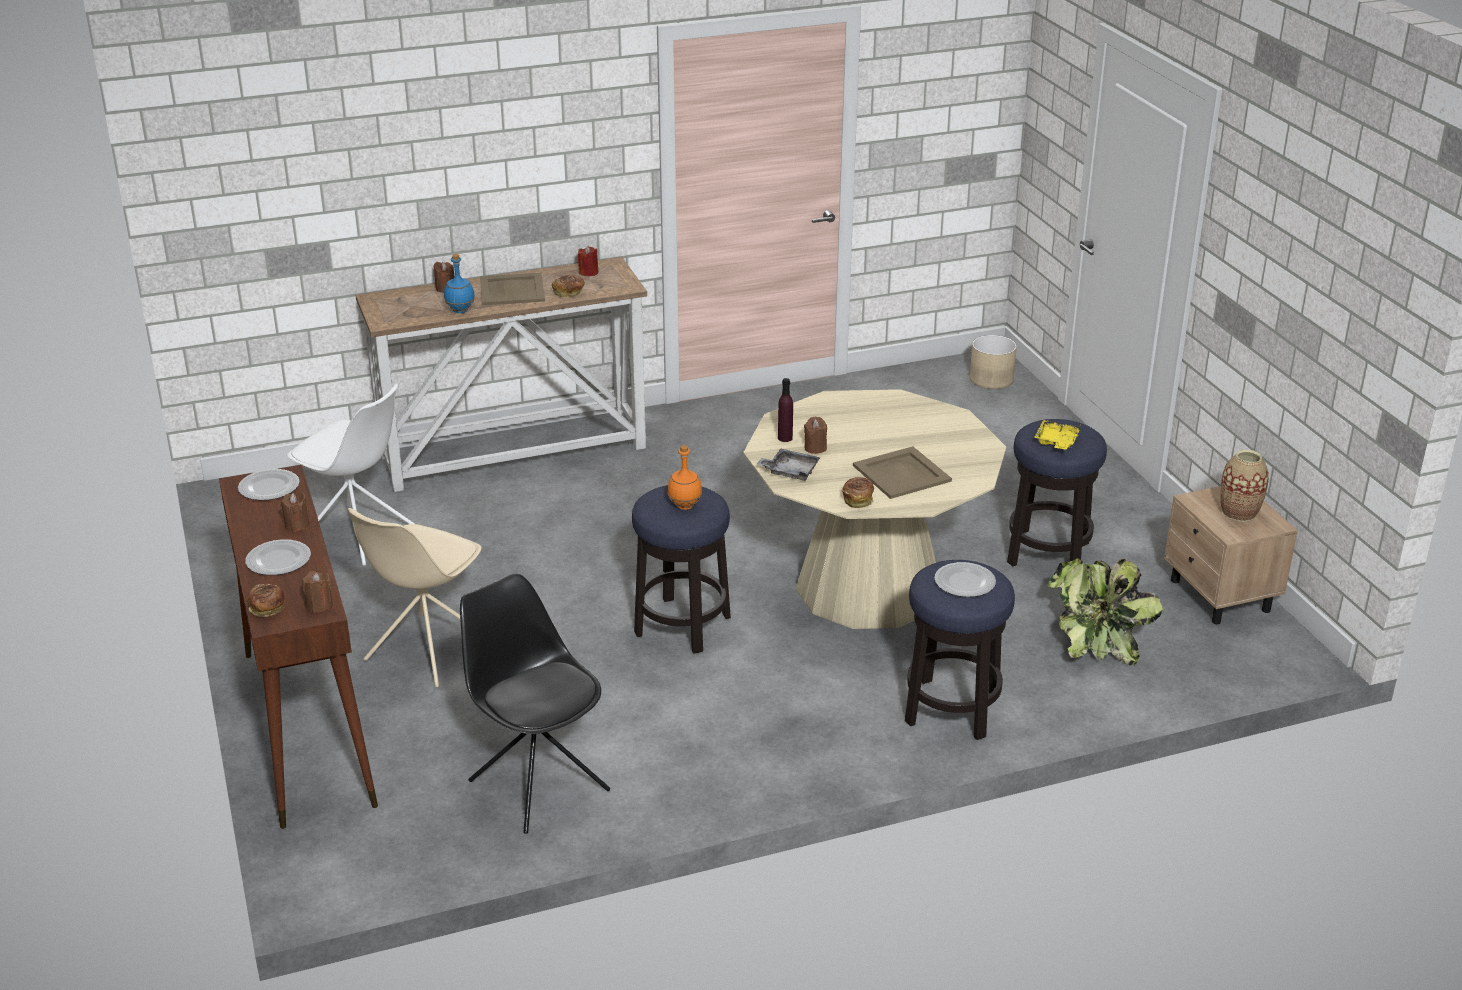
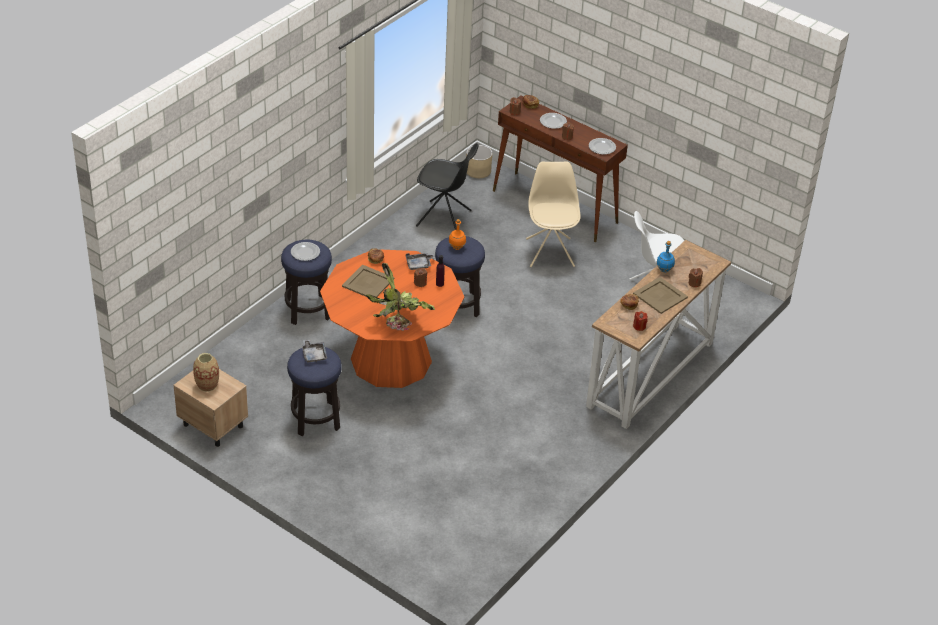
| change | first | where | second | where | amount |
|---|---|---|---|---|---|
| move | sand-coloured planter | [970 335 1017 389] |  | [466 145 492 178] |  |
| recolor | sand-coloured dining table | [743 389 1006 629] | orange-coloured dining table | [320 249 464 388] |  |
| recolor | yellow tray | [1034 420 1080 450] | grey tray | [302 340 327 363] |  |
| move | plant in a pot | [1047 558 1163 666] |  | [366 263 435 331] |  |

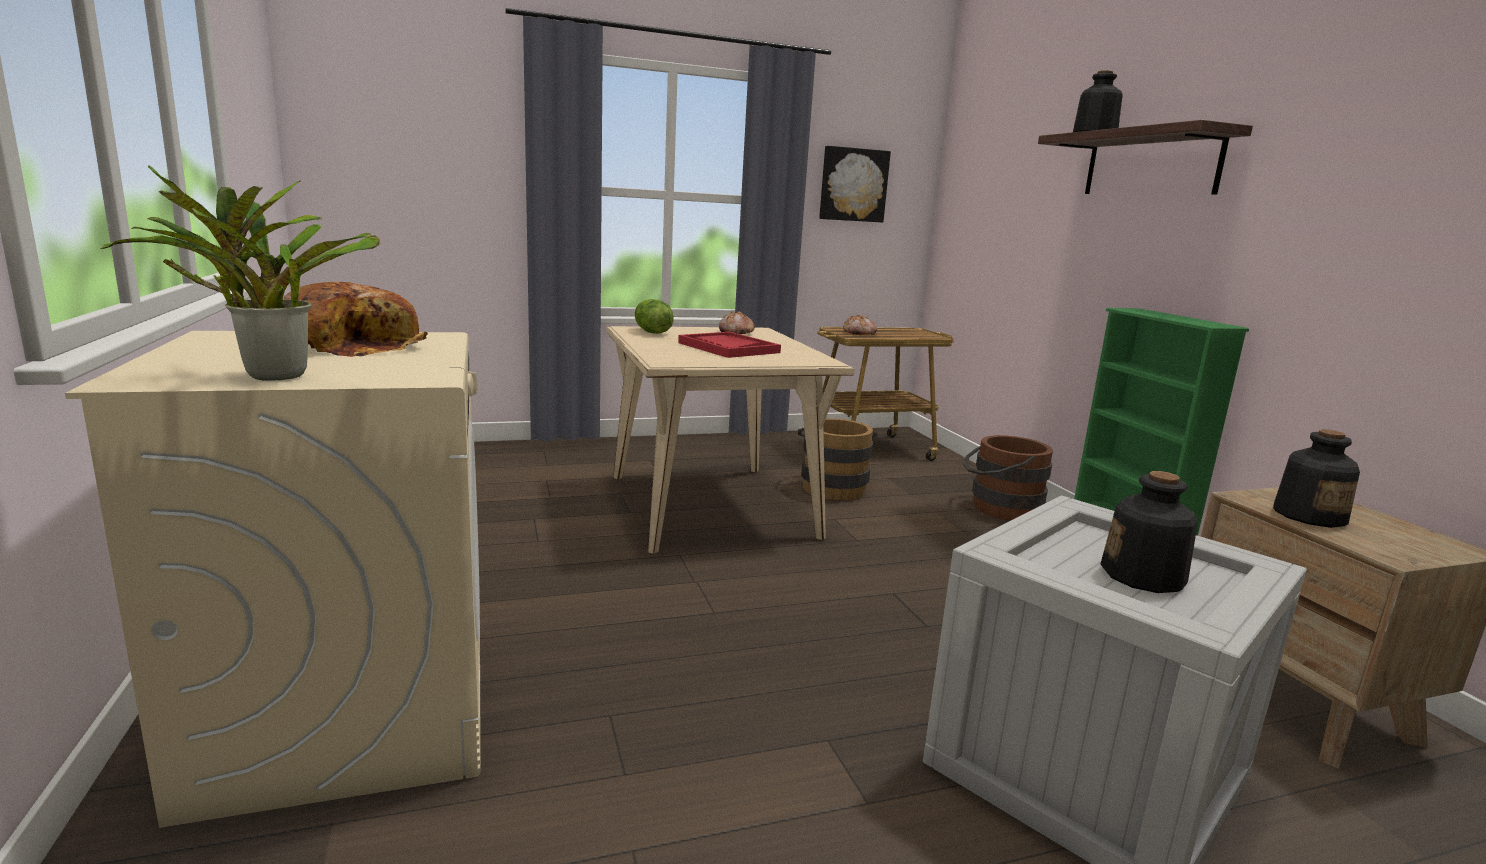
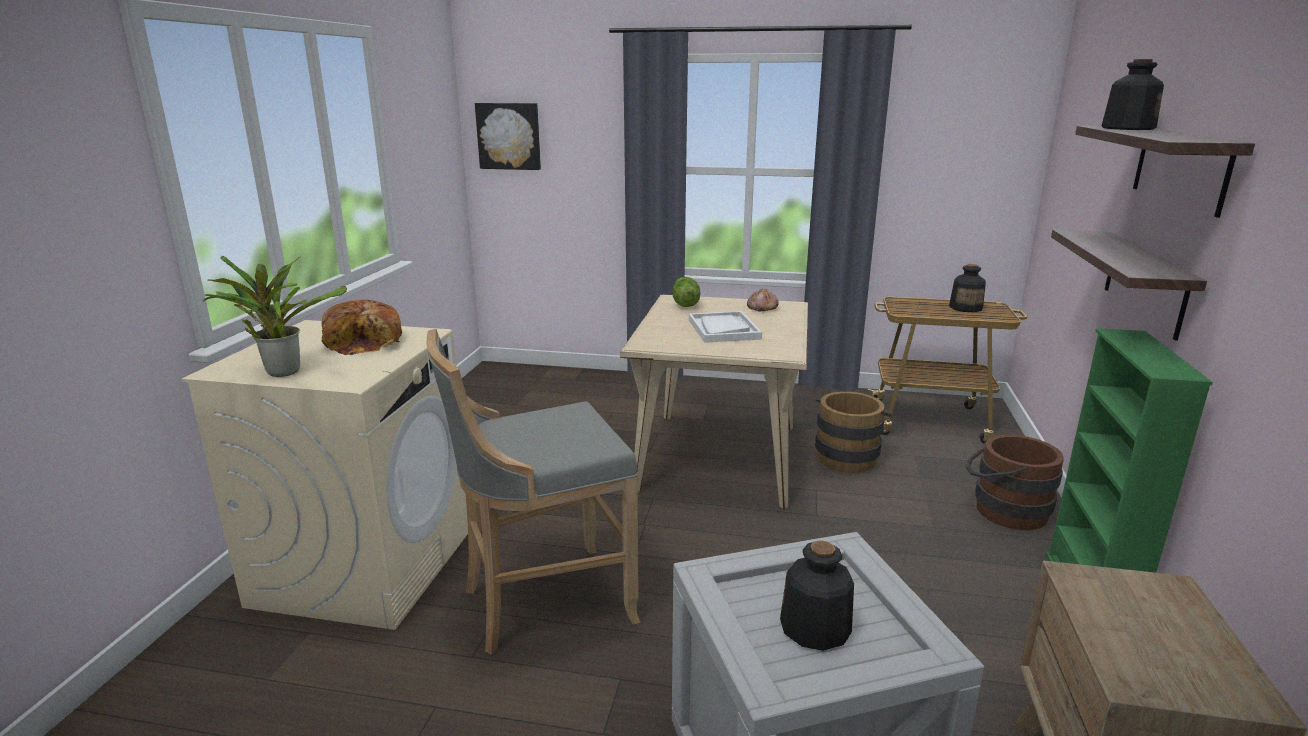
| change | first | where | second | where | amount |
|---|---|---|---|---|---|
| move | picture | [819 146 891 223] |  | [475 103 541 170] |  |
| delete | bread | [843 315 877 335] |  |  |  |
| recolor | reddish tray | [678 332 781 358] | white tray | [689 311 762 343] |  |
| move | beverage bottle | [1273 429 1360 528] |  | [949 264 986 312] |  |
| insert |  |  | shelf | [1051 230 1207 341] |  |
| insert |  |  | grey sitting stool | [427 329 640 655] |  |

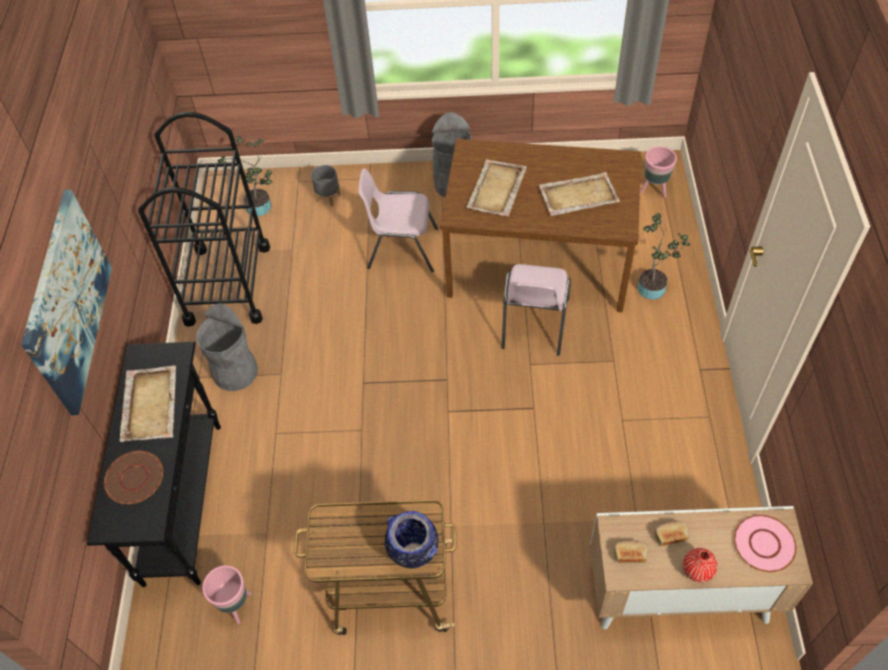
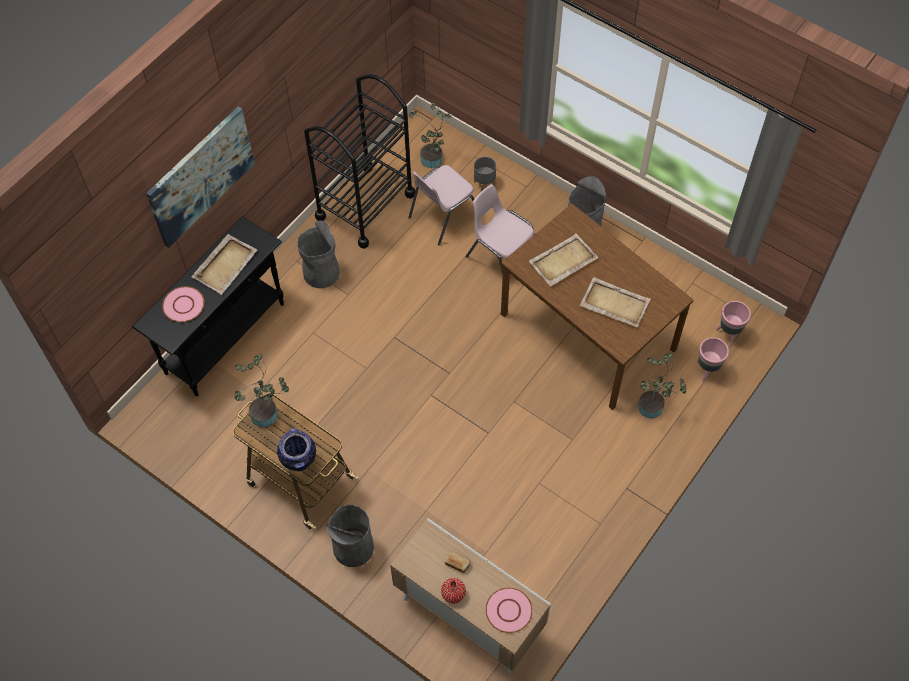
| change | first | where | second | where | amount |
|---|---|---|---|---|---|
| move | pink chair | [502 264 571 356] |  | [408 165 474 245] |  |
| recolor | brown-coloured dinner plate | [104 451 163 504] | pink dinner plate | [162 286 204 322] |  |
| delete | bread | [614 541 648 563] |  |  |  |
| move | pink planter | [202 565 252 624] |  | [697 337 729 382] |  |
| insert |  |  | plant in a pot | [234 354 289 427] |  |
| insert |  |  | grey rubbish bin | [326 505 374 567] |  |

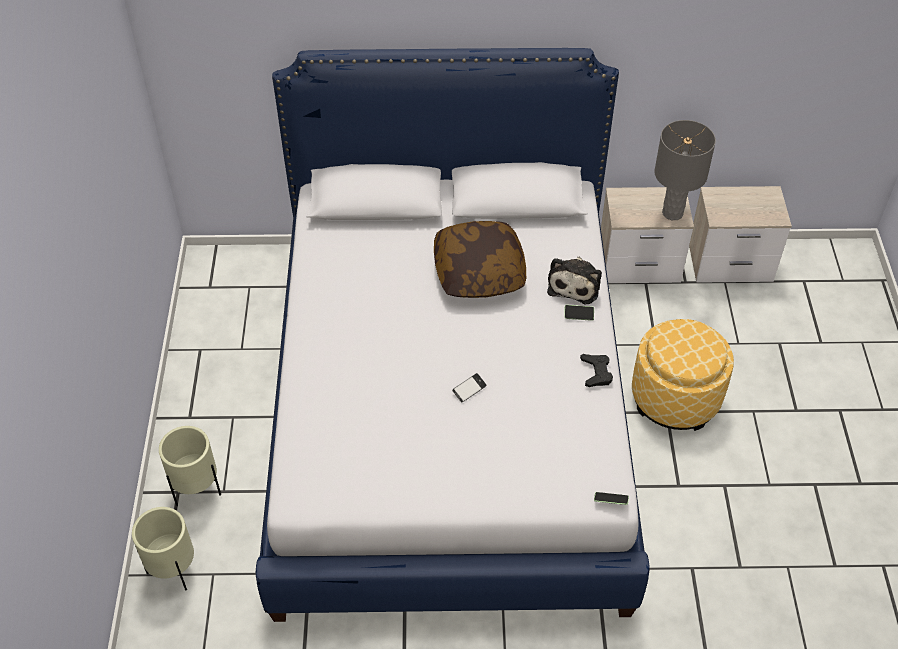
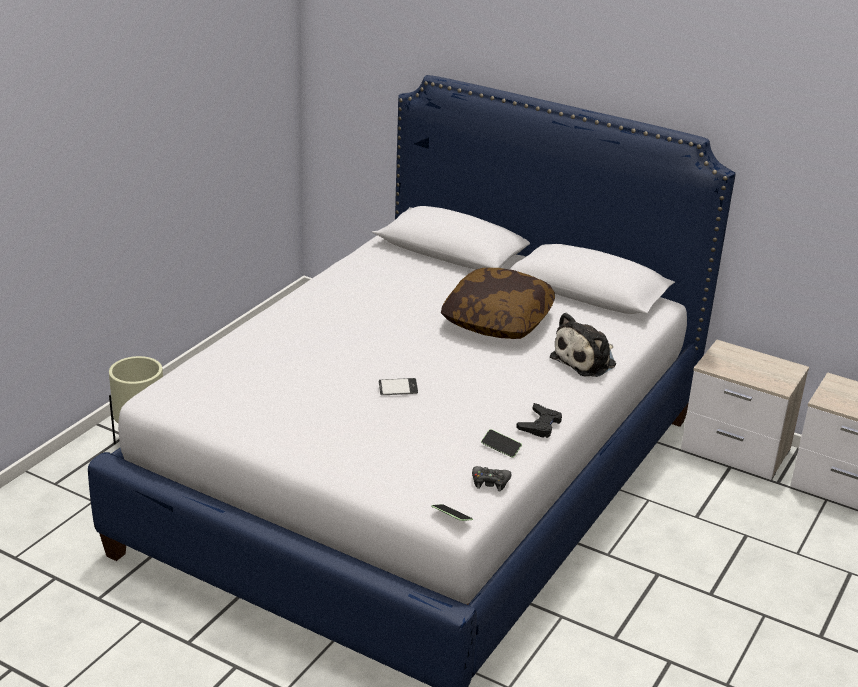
| change | first | where | second | where | amount |
|---|---|---|---|---|---|
| delete | grey lamp for a table | [654 120 716 220] |  |  |  |
| move | handset | [564 305 594 321] |  | [481 429 522 458] |  |
| delete | ottoman | [632 319 734 431] |  |  |  |
| delete | sand-coloured planter | [132 507 194 590] |  |  |  |
| insert |  |  | black game controller | [472 466 511 491] |  |

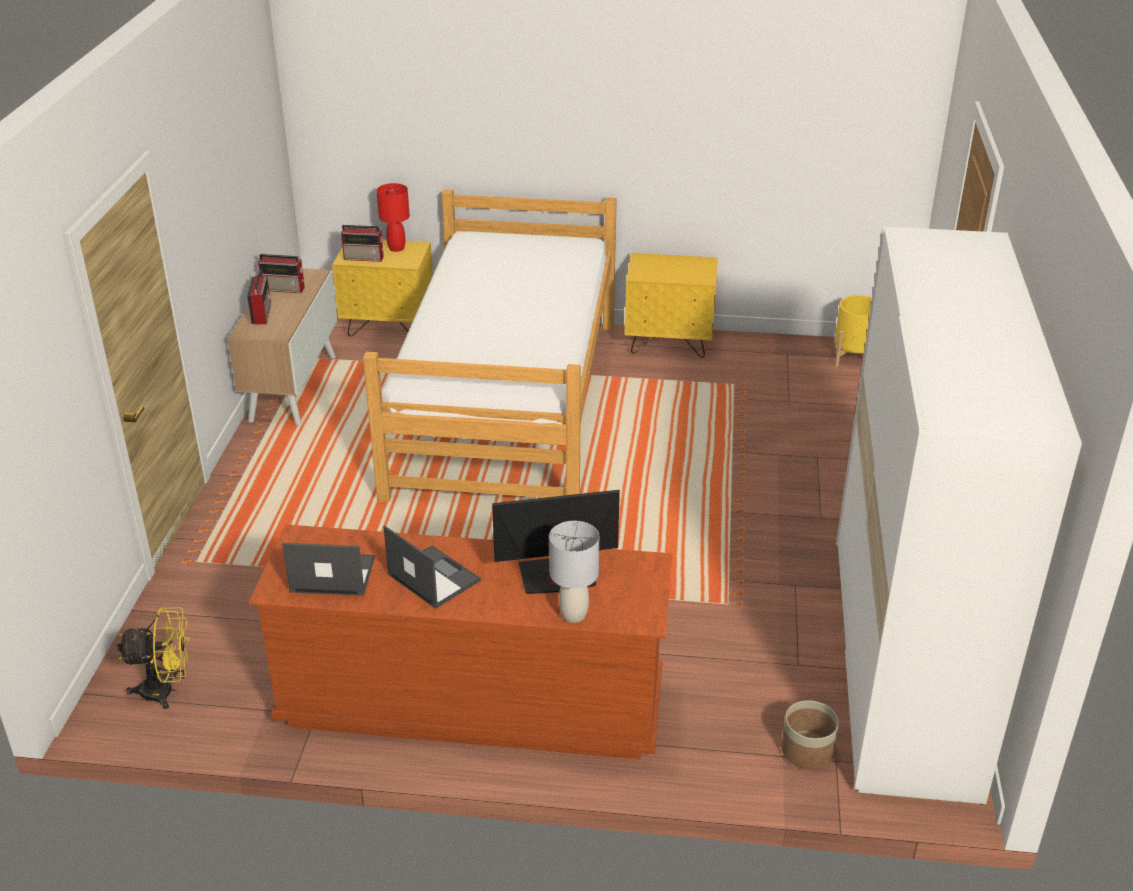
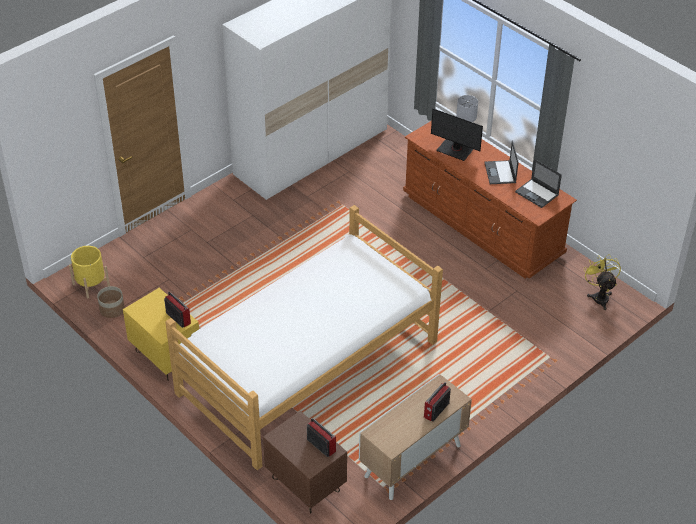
| change | first | where | second | where | amount |
|---|---|---|---|---|---|
| delete | reddish lamp for a table | [376 183 410 252] |  |  |  |
| recolor | yellow nightstand | [332 240 433 336] | brown-coloured nightstand | [263 411 347 513] |  |
| move | radio receiver | [258 254 305 293] |  | [164 292 191 328] |  |
| rotate | yellow fan | [117 607 189 709] |  | [584 254 621 310] | 45 degrees clockwise |
| move | planter | [782 700 839 769] |  | [97 286 125 318] |  |

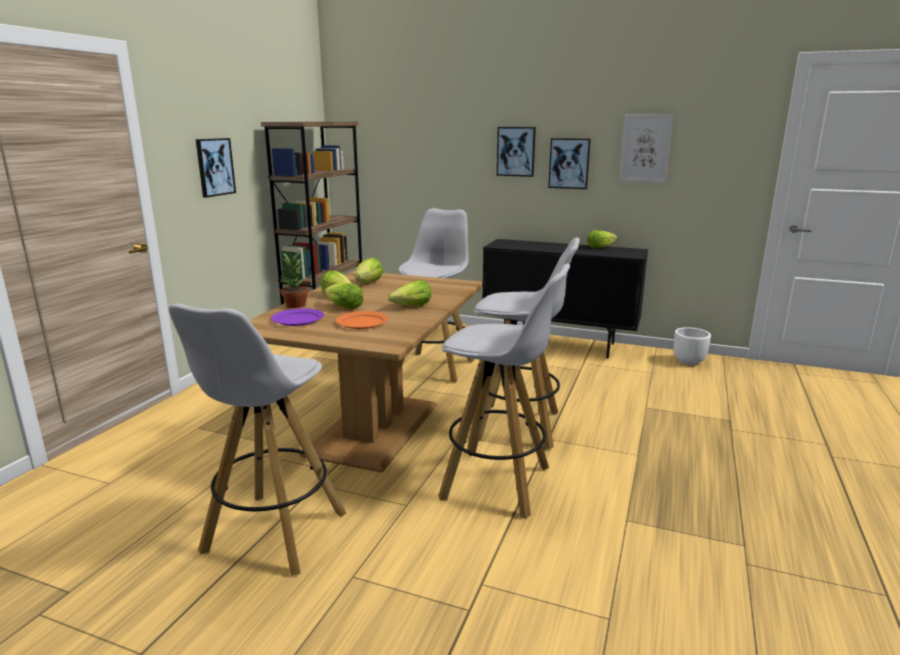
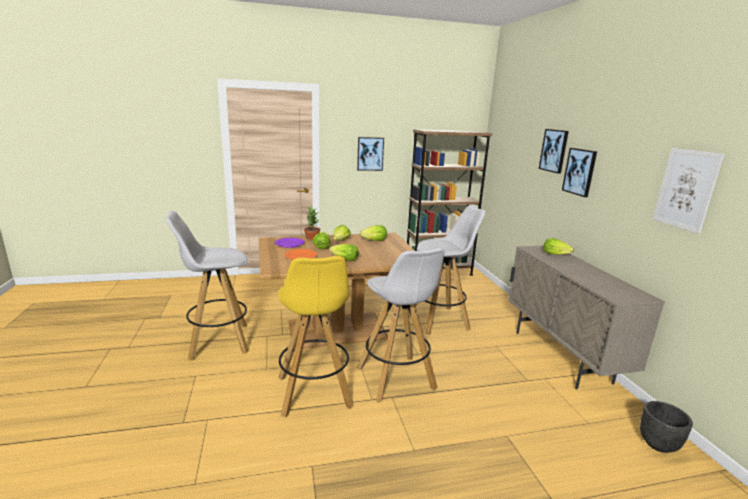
| change | first | where | second | where | amount |
|---|---|---|---|---|---|
| move | picture | [548 138 591 189] |  | [539 129 569 174] |  |
| move | lettuce | [587 230 618 248] |  | [543 238 574 255] |  |
| recolor | black cupboard | [483 239 648 359] | sand-coloured cupboard | [508 245 664 389] |  |
| recolor | white sitting stool | [439 264 570 519] | yellow sitting stool | [278 256 354 417] |  |
| recolor | white planter | [674 327 711 365] | black planter | [640 401 693 453] |  |

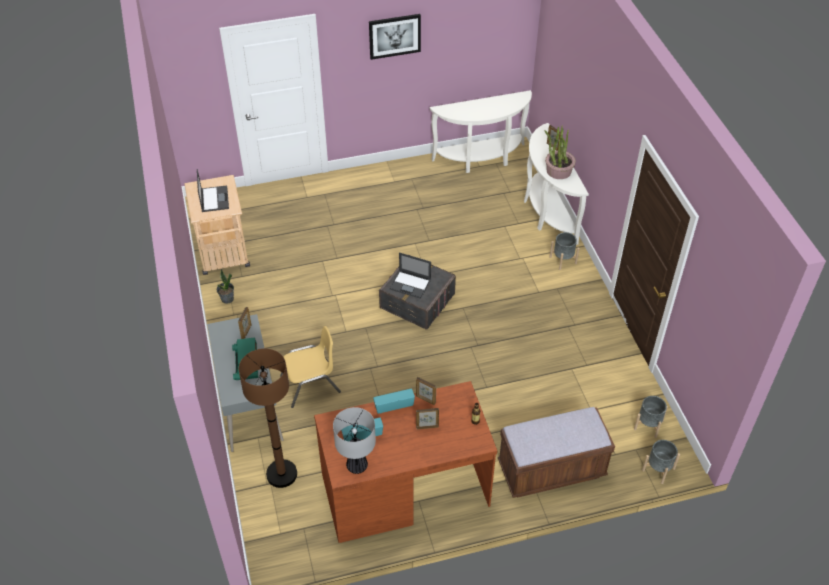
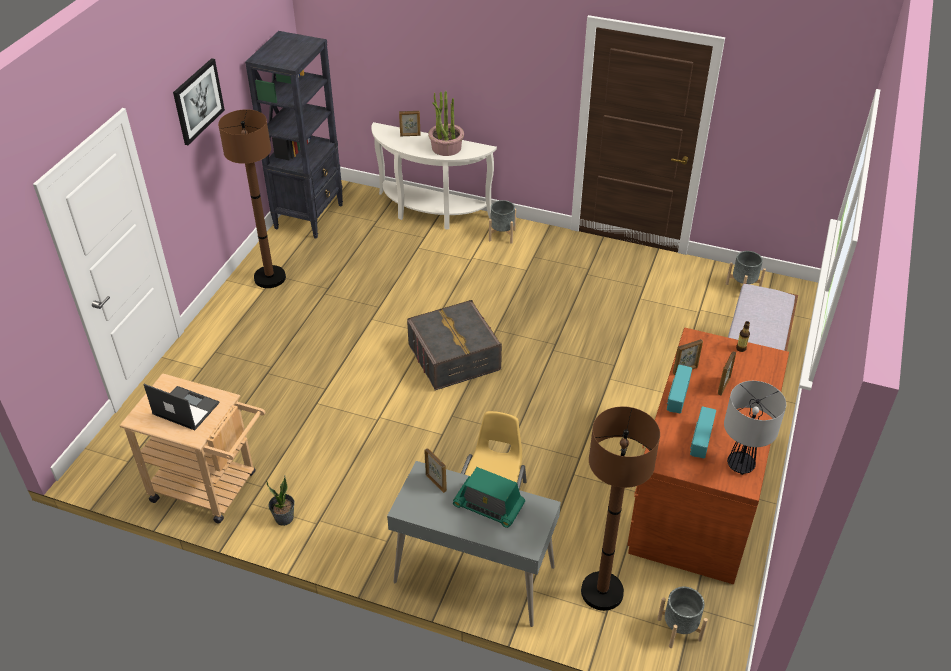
| change | first | where | second | where | amount |
|---|---|---|---|---|---|
| replace | white hall table | [430 90 532 173] | black shelving unit | [245 31 343 239] |  |
| delete | portable computer | [389 252 431 299] |  |  |  |
| move | grey planter | [642 440 680 484] |  | [657 587 708 648] |  |
| insert |  |  | brown-coloured standing lamp | [218 109 286 288] |  |

